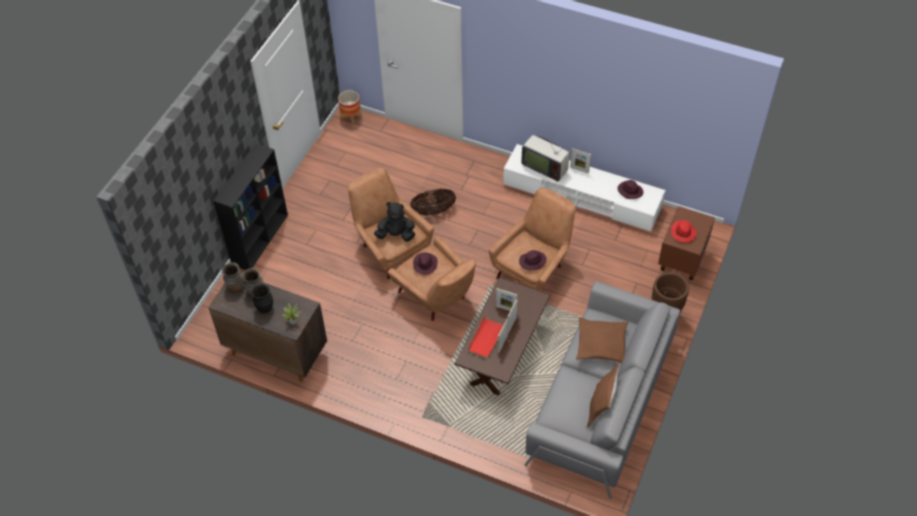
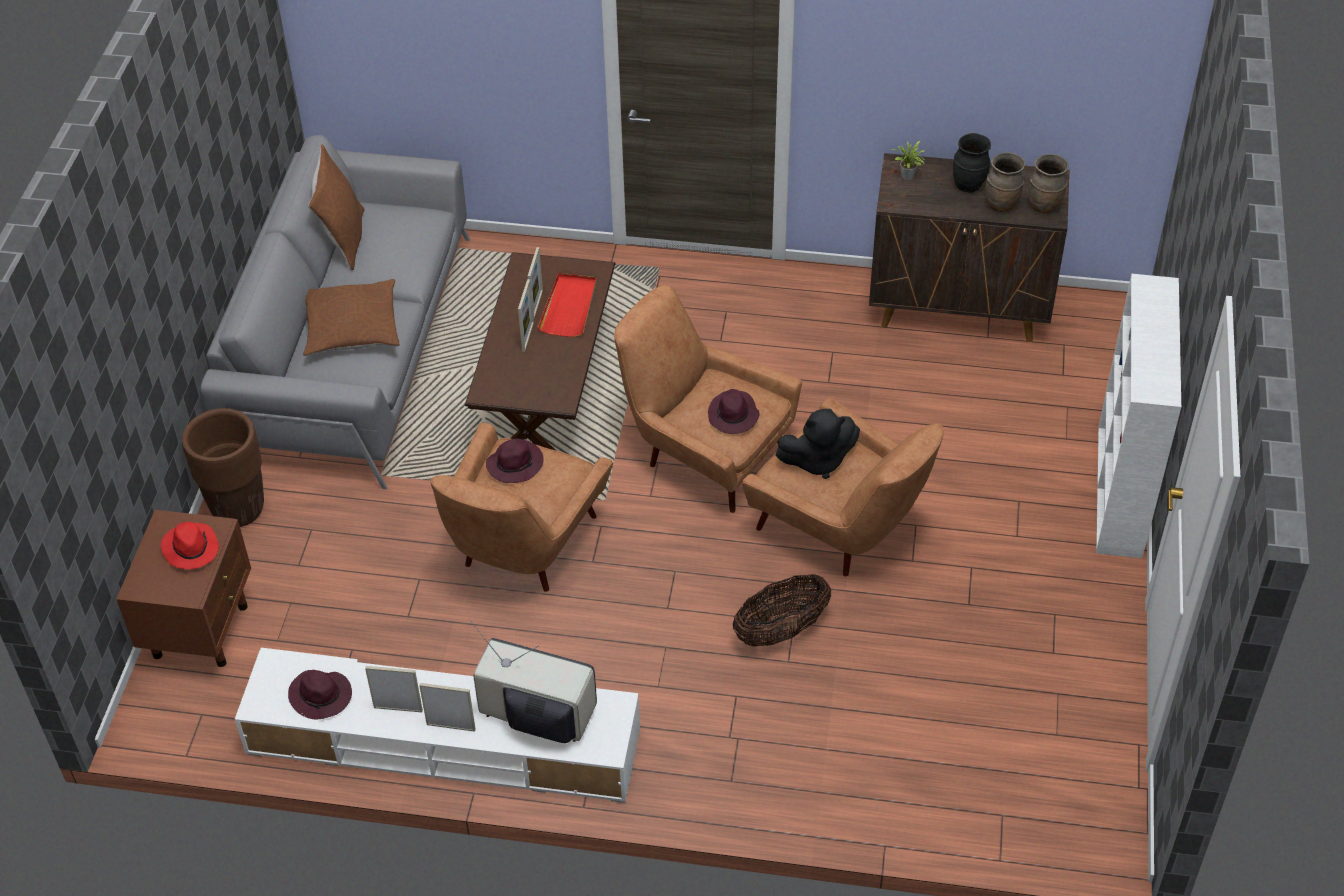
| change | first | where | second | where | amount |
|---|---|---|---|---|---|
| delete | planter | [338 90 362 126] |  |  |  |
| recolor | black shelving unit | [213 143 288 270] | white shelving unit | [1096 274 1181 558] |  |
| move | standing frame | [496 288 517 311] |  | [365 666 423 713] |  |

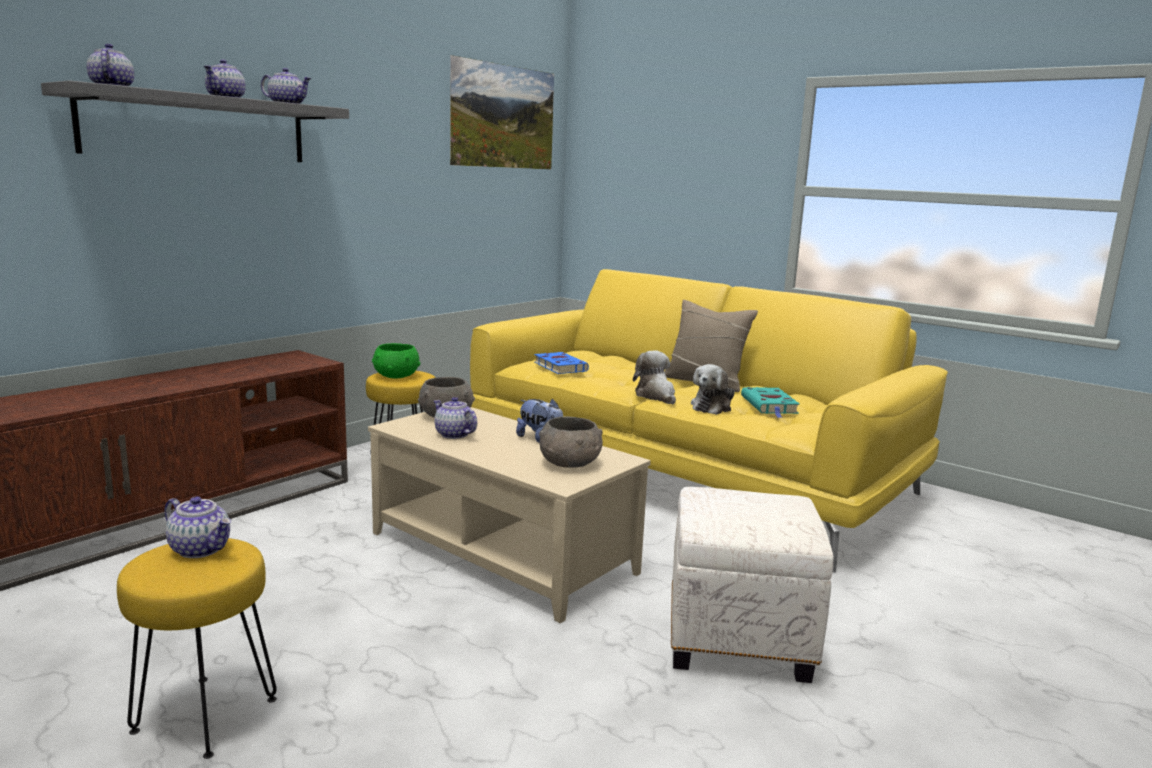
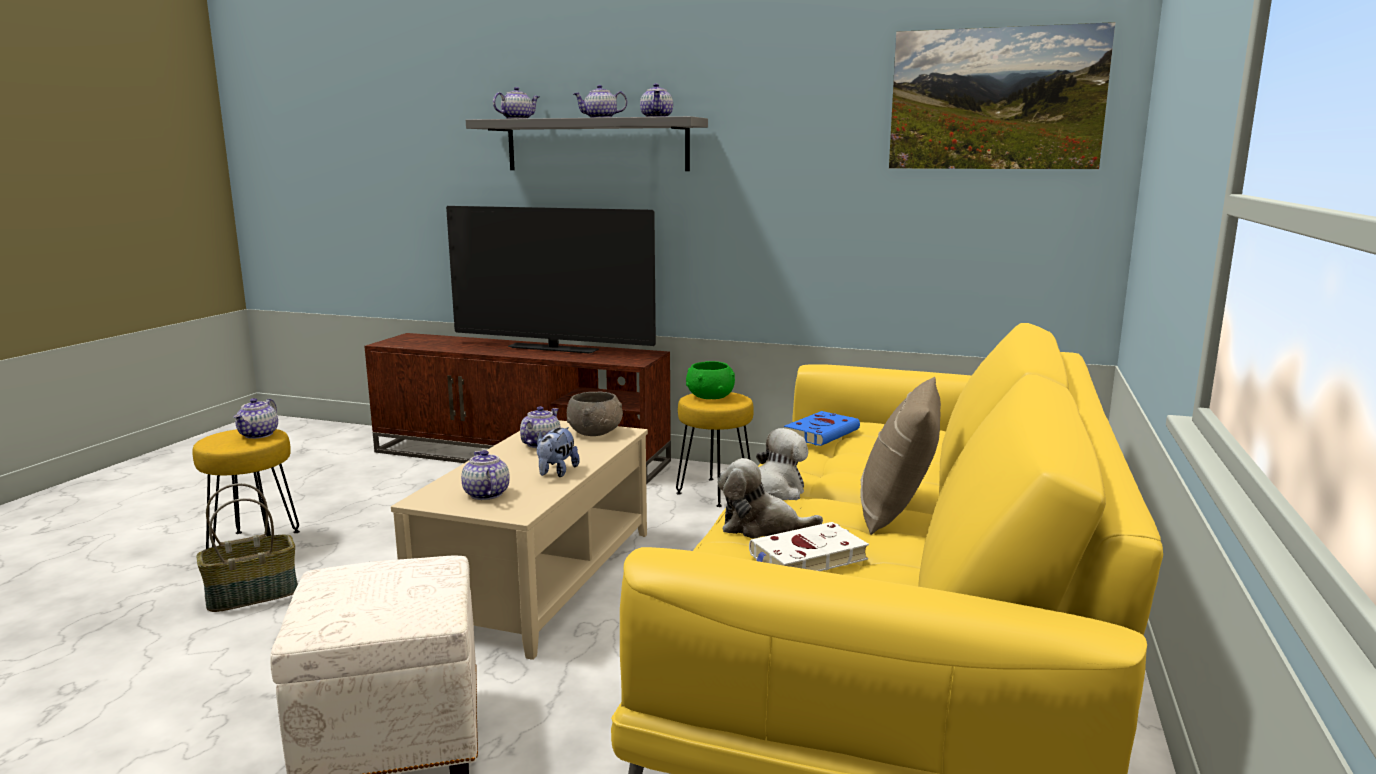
| change | first | where | second | where | amount |
|---|---|---|---|---|---|
| recolor | turquoise-coloured bound book | [741 387 800 418] | white bound book | [749 522 869 571] |  |
| replace | grey bowl | [539 416 603 467] | teapot | [461 450 510 500] |  |
| insert |  |  | TV set | [446 206 656 354] |  |
| insert |  |  | storage basket | [196 483 298 612] |  |

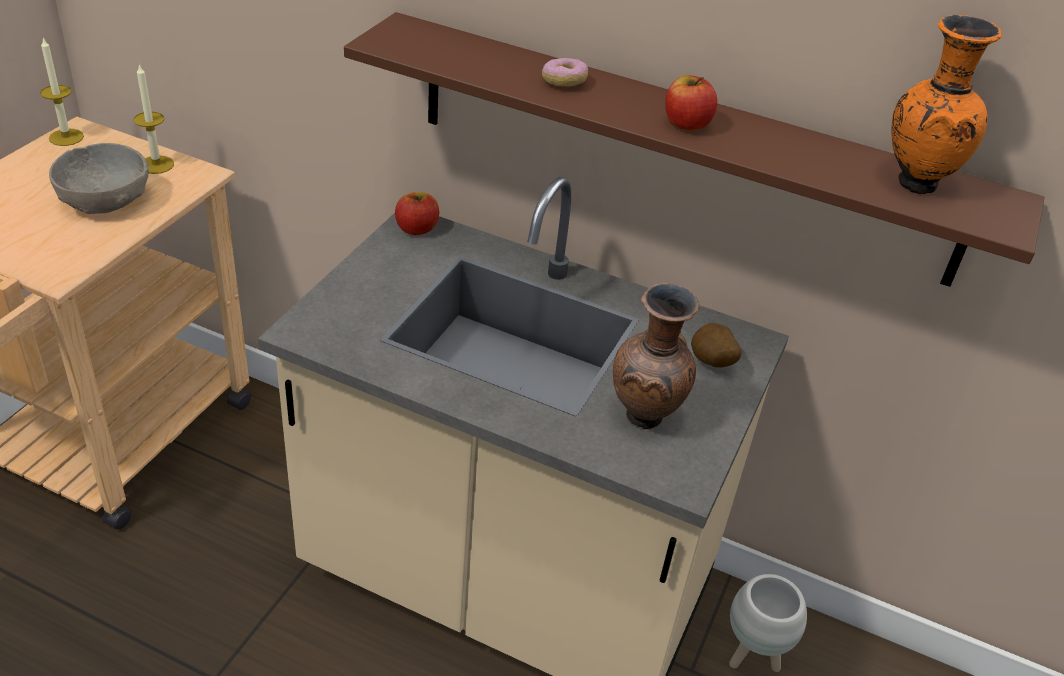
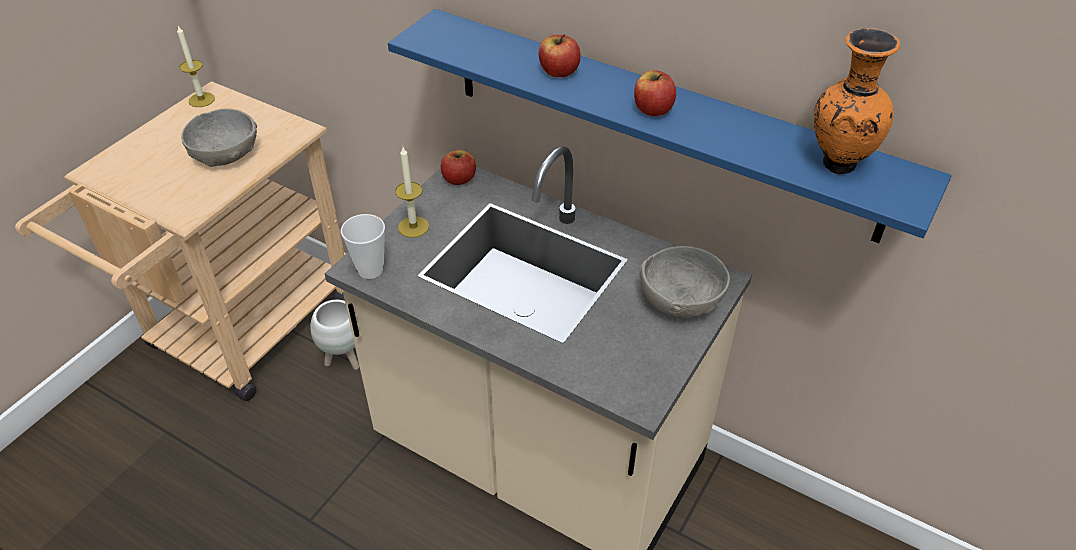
| change | first | where | second | where | amount |
|---|---|---|---|---|---|
| recolor | brown-coloured shelf | [344 12 1045 287] | blue-coloured shelf | [388 9 952 243] |  |
| replace | doughnut | [542 58 588 87] | whole apple | [538 34 581 77] |  |
| move | wax candle | [133 64 174 174] |  | [395 147 429 238] |  |
| delete | brown-coloured vase | [613 283 700 429] |  |  |  |
| replace | whole potato | [691 323 741 367] | grey bowl | [639 246 730 318] |  |
| move | white planter | [729 574 807 672] |  | [310 300 359 370] |  |
| insert |  |  | drinking cup | [341 214 385 279] |  |

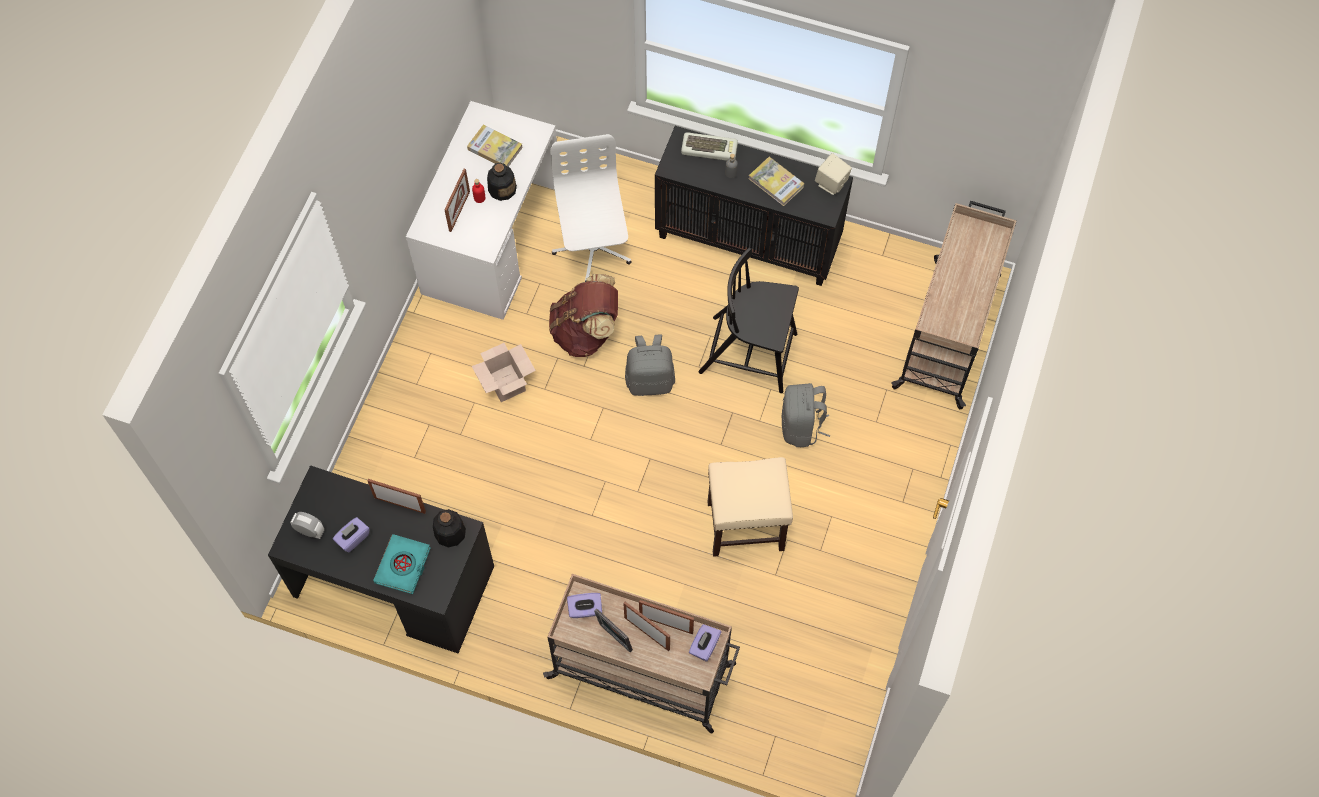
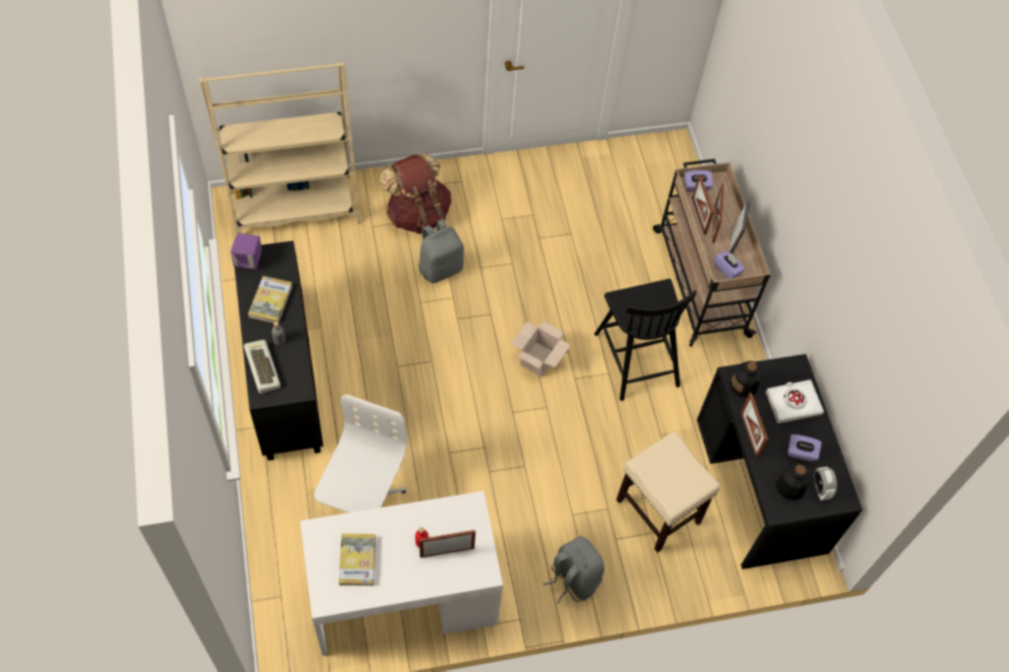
| change | first | where | second | where | amount |
|---|---|---|---|---|---|
| rotate | white desk chair | [550 134 631 282] |  | [314 394 407 513] | 150 degrees clockwise |
| recolor | sand-coloured speaker | [815 153 852 195] | purplish speaker | [231 233 262 269] |  |
| move | beverage bottle | [487 163 517 201] |  | [776 463 811 500] |  |
| replace | sand-coloured trolley | [891 201 1017 409] | sand-coloured shelving unit | [200 62 361 235] |  |
| move | black chair | [699 248 799 393] |  | [594 279 697 401] |  |
| move | brown-coloured backpack | [549 274 618 357] |  | [380 153 451 234] |  |
| move | grey backpack | [625 334 675 396] |  | [543 536 605 604] |  |
| move | packing box | [472 343 536 402] |  | [511 321 571 377] |  |
| move | sand-coloured sitting stool | [707 457 793 557] |  | [616 432 720 553] |  |
| recolor | turquoise-coloured bound book | [373 534 431 594] | white bound book | [766 380 824 423] |  |

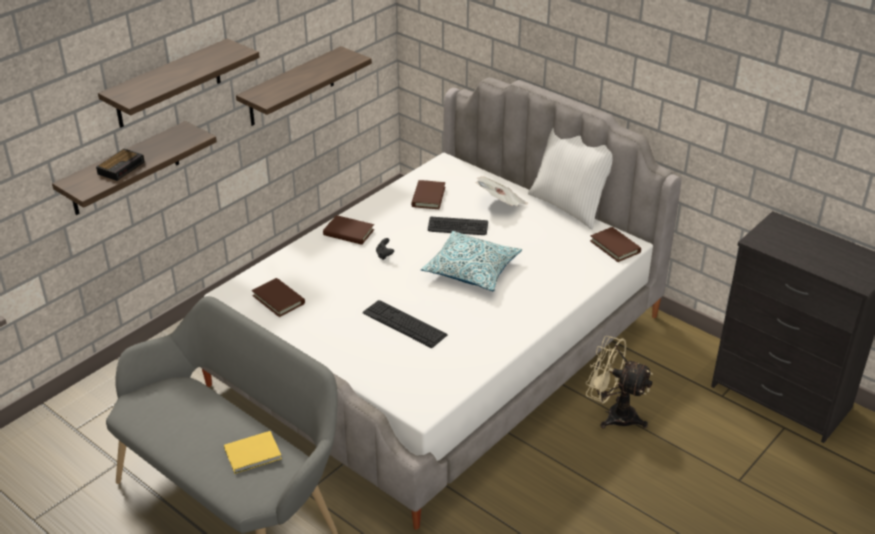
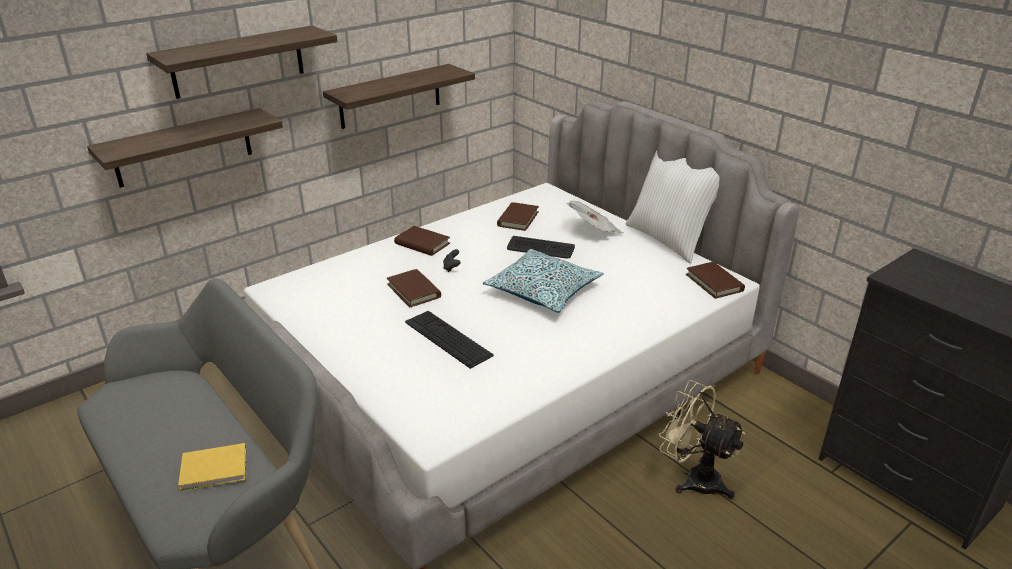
| change | first | where | second | where | amount |
|---|---|---|---|---|---|
| delete | alarm clock | [96 149 145 181] |  |  |  |
| move | brown-coloured bound book | [252 278 305 317] |  | [387 269 441 308] |  |

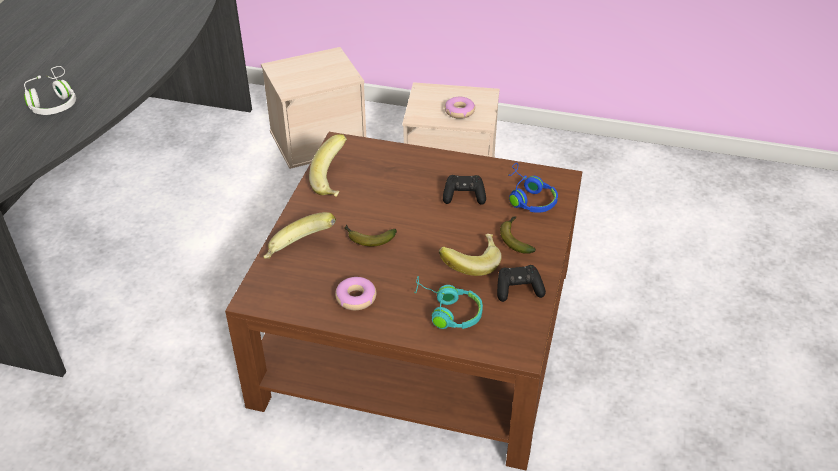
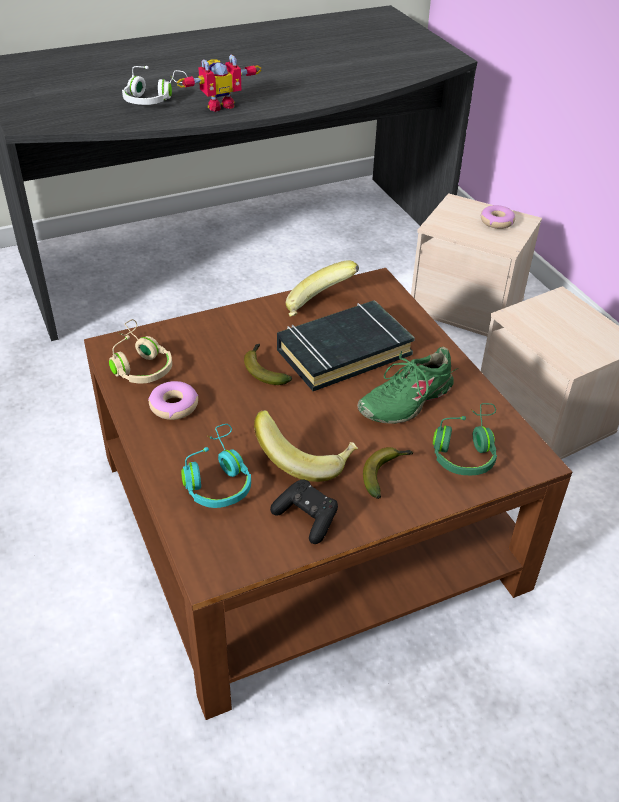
| change | first | where | second | where | amount |
|---|---|---|---|---|---|
| move | doughnut | [445 97 475 119] |  | [481 205 515 229] |  |
| recolor | blue-coloured headphones | [508 163 558 213] | greenish headphones | [433 403 497 475] |  |
| replace | black game controller | [443 175 486 205] | greenish item of footwear | [357 347 458 424] |  |
| delete | banana | [263 212 336 259] |  |  |  |
| insert |  |  | robot figure | [177 55 262 112] |  |
| insert |  |  | black bound book | [277 300 415 391] |  |
| insert |  |  | sand-coloured headphones | [109 319 172 384] |  |

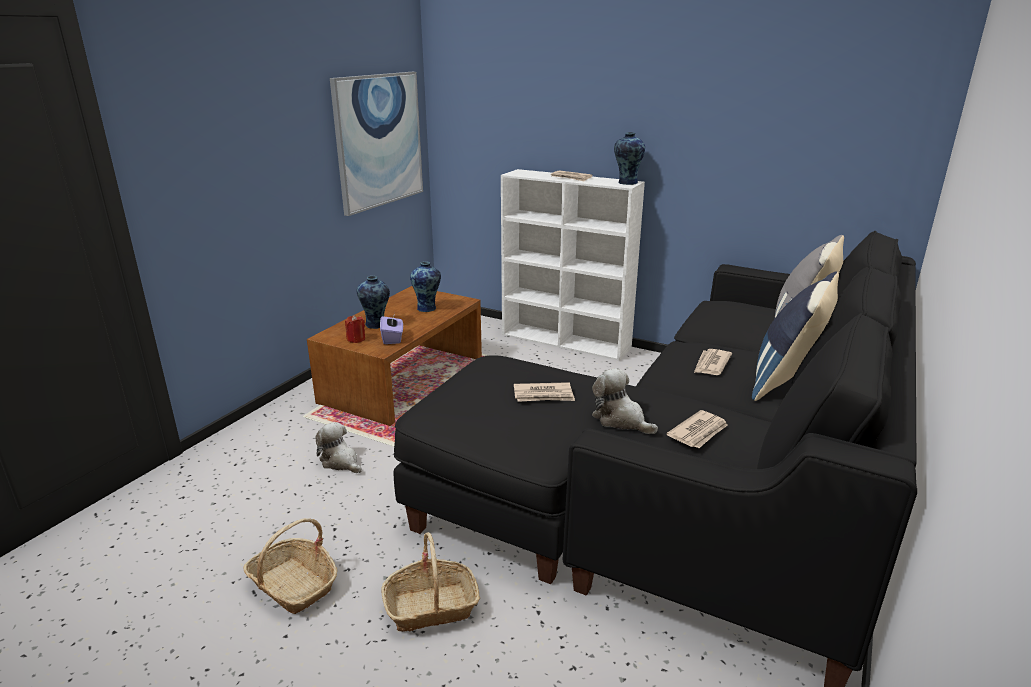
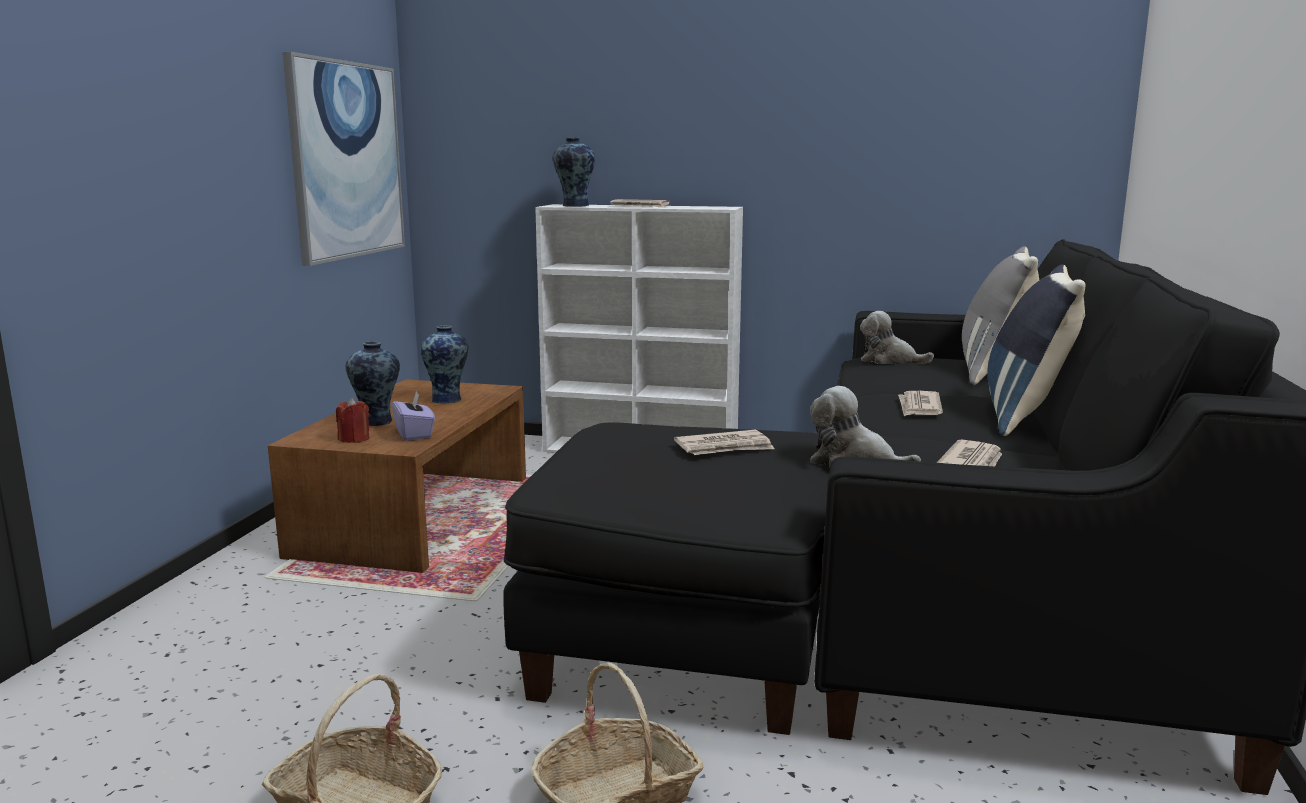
| change | first | where | second | where | amount |
|---|---|---|---|---|---|
| move | vase | [614 132 645 185] |  | [553 137 595 207] |  |
| move | plush toy | [315 422 362 473] |  | [860 311 934 364] |  |

